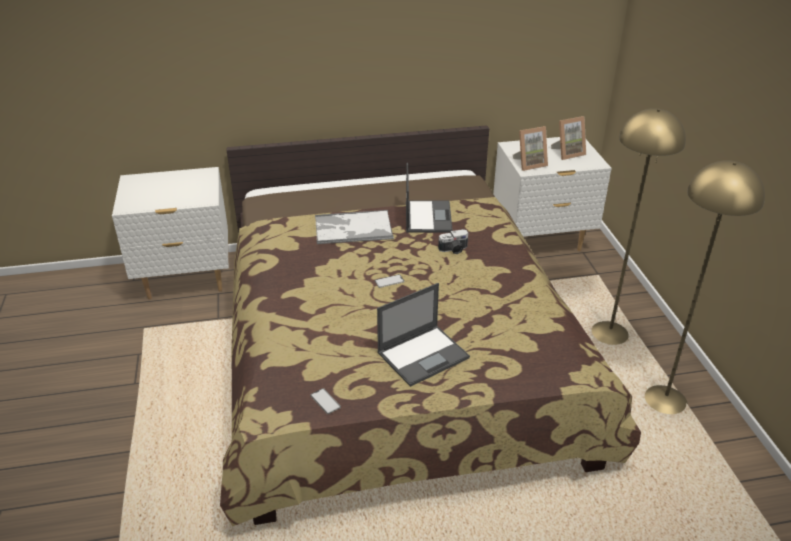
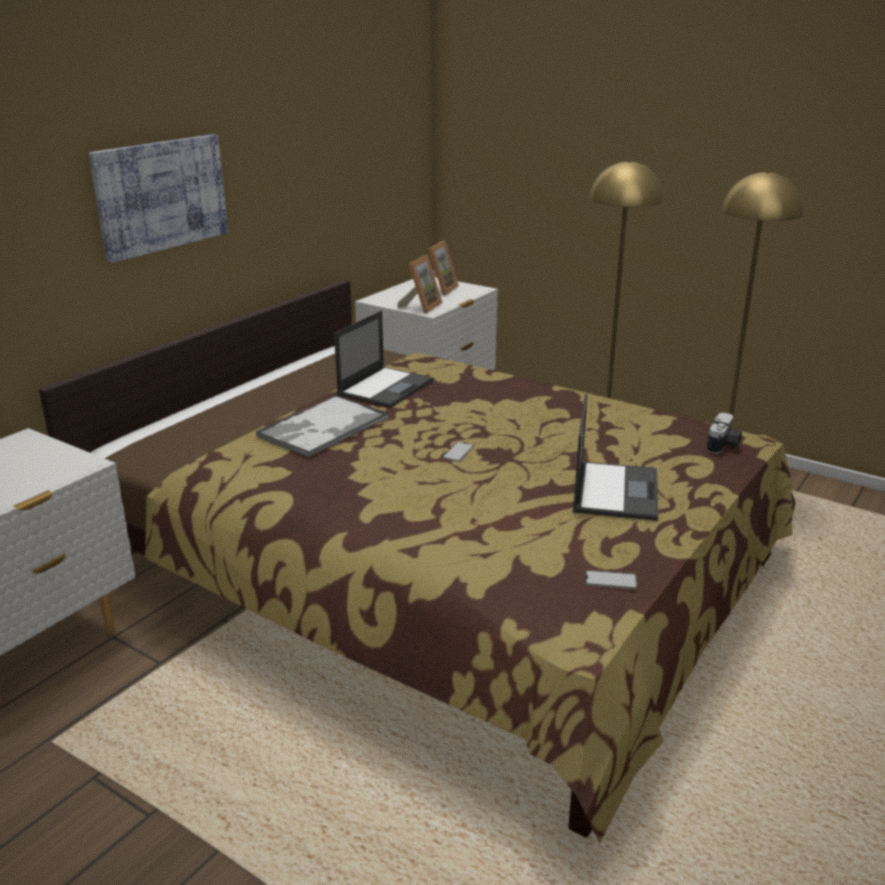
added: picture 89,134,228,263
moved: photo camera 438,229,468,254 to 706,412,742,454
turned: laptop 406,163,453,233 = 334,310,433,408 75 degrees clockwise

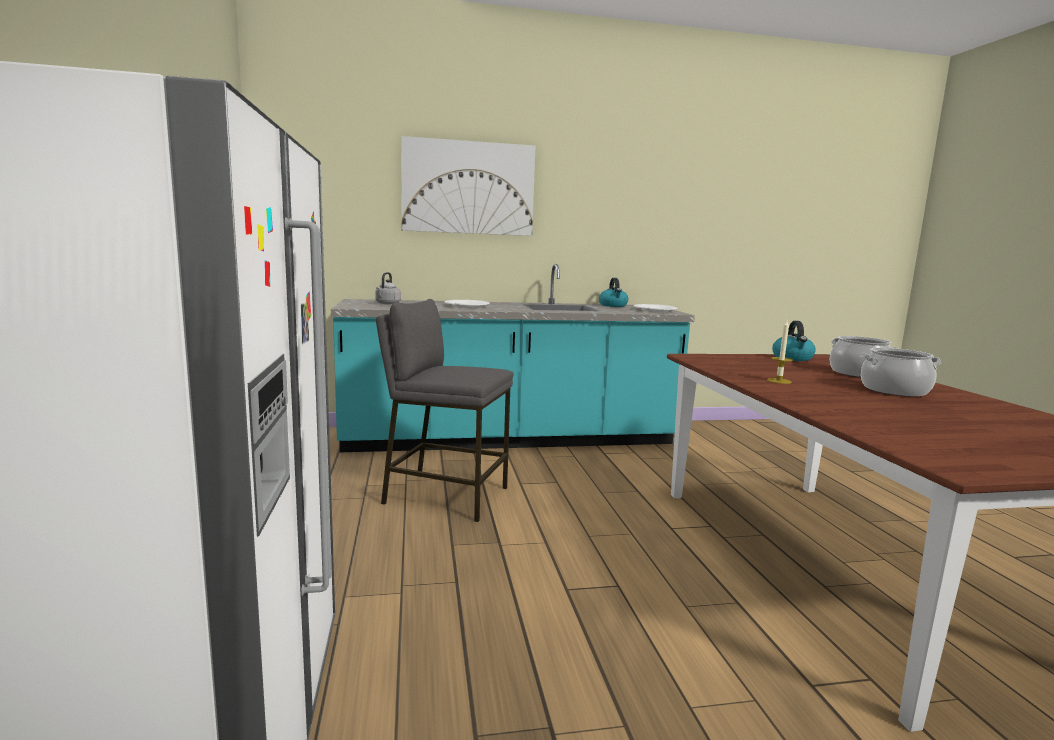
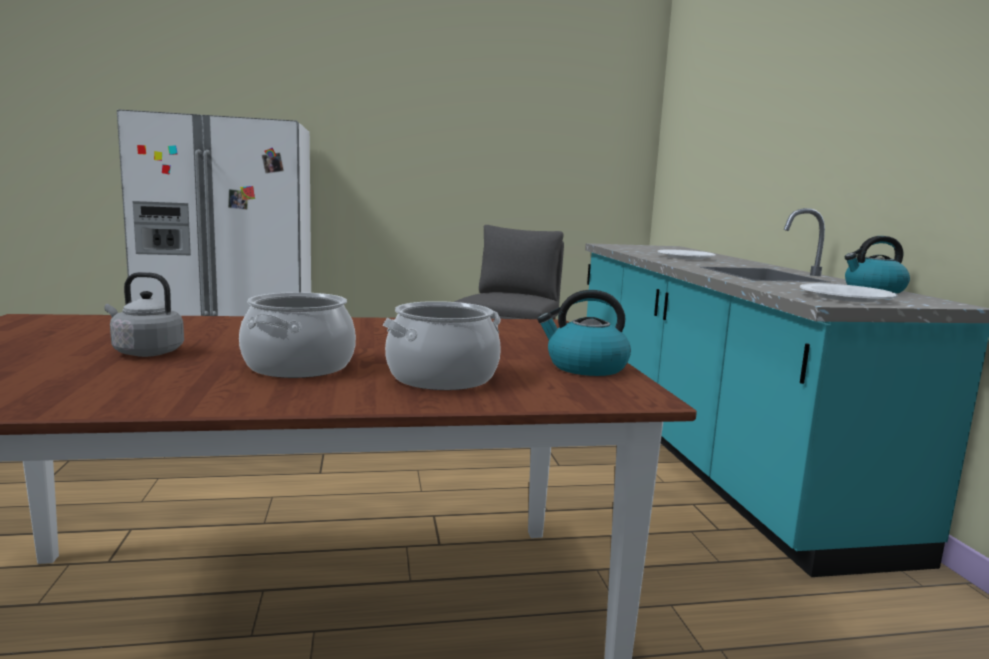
removed: picture 401,136,536,236; candle 767,320,793,384
moved: greyish kettle 375,272,401,304 to 104,272,184,357

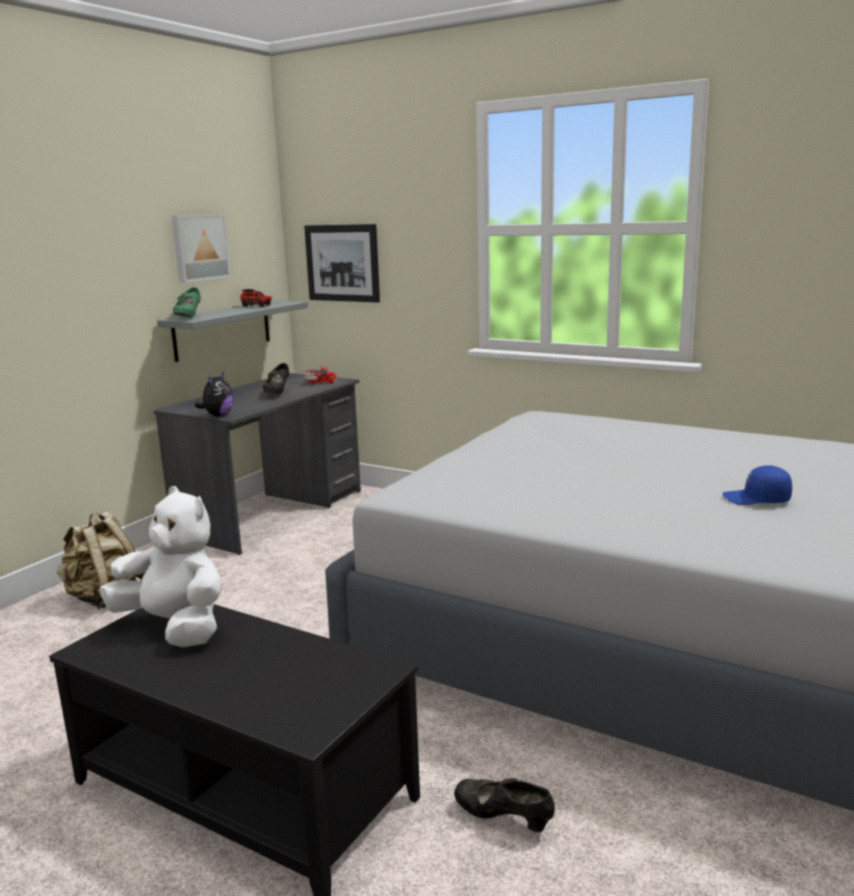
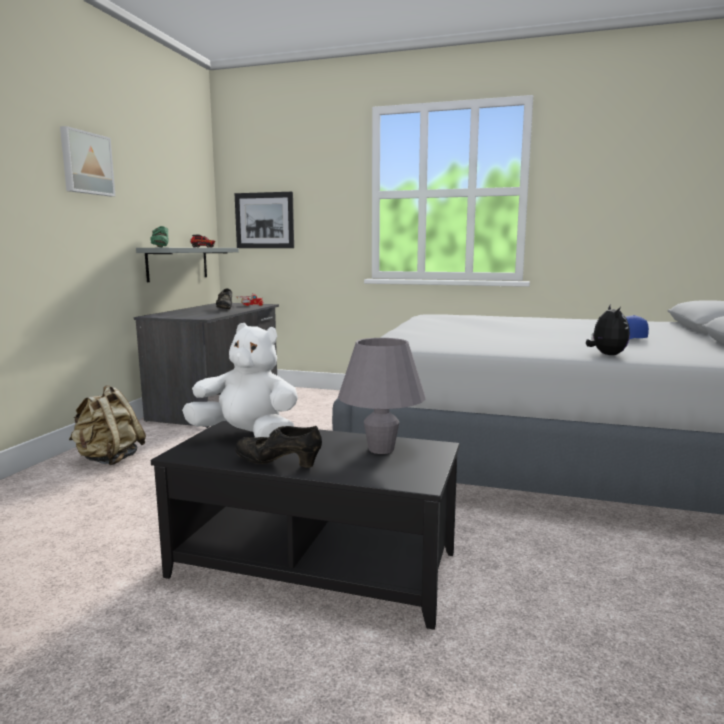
added: greyish tabletop lamp 338,338,426,454
moved: picture 172,214,231,283 to 60,126,115,196; soft toy 195,372,234,416 to 586,305,630,355; black-coloured item of footwear 454,778,555,832 to 235,426,322,468

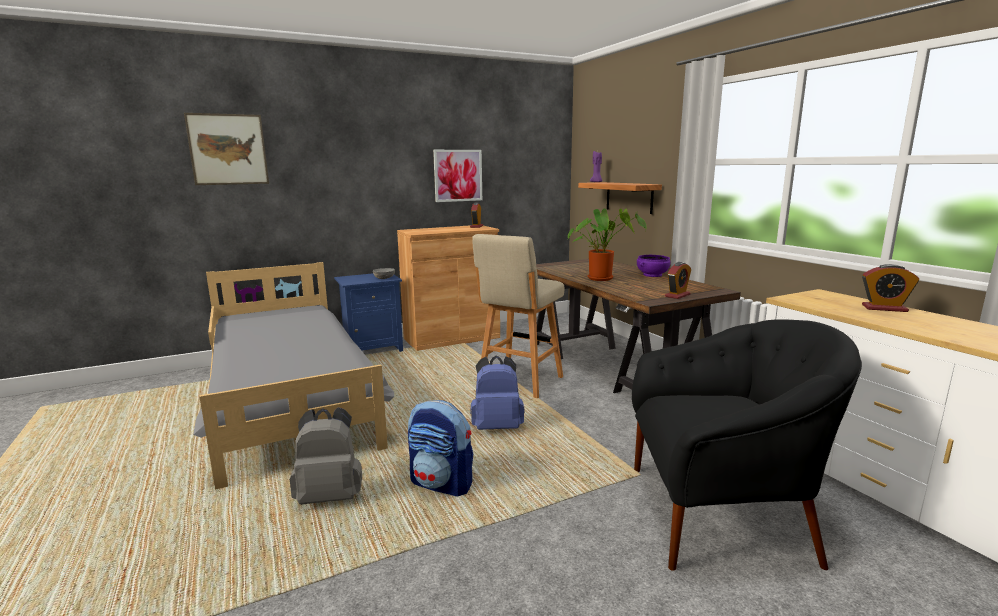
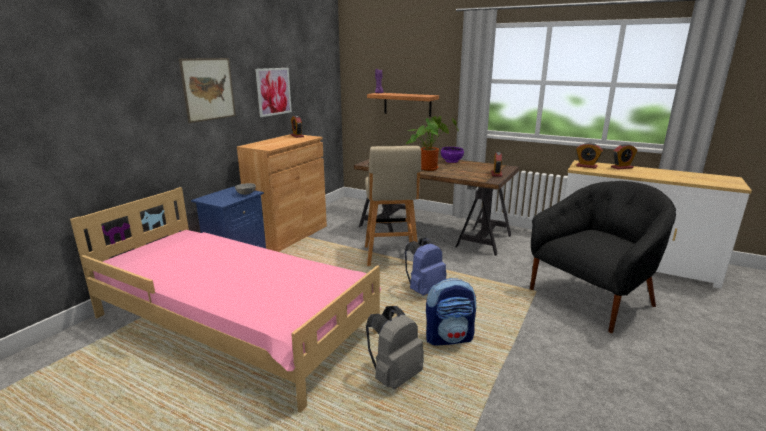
added: table clock 576,143,603,169
moved: picture 184,113,269,185 to 179,58,236,123
recoloured: greyish bedroom bed 193,262,394,490 to pinkish bedroom bed 70,187,381,413

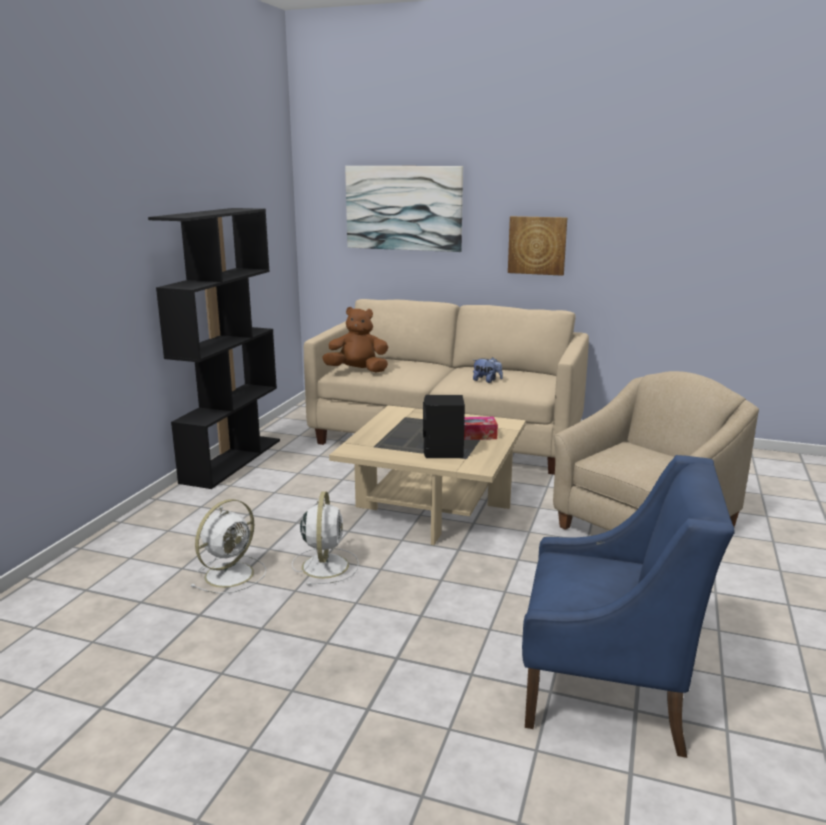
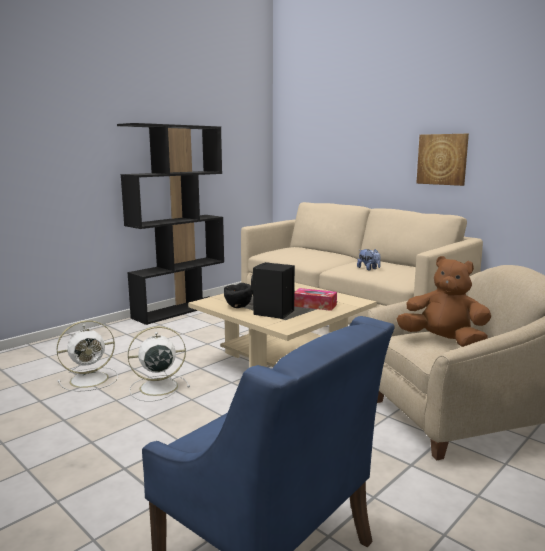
removed: picture 345,166,463,252
added: black-coloured deep dish 224,283,252,308
moved: brownish soft toy 322,307,388,373 to 397,256,491,347
turned: white-coloured cooling fan 292,491,359,585 = 128,326,190,402 135 degrees counterclockwise

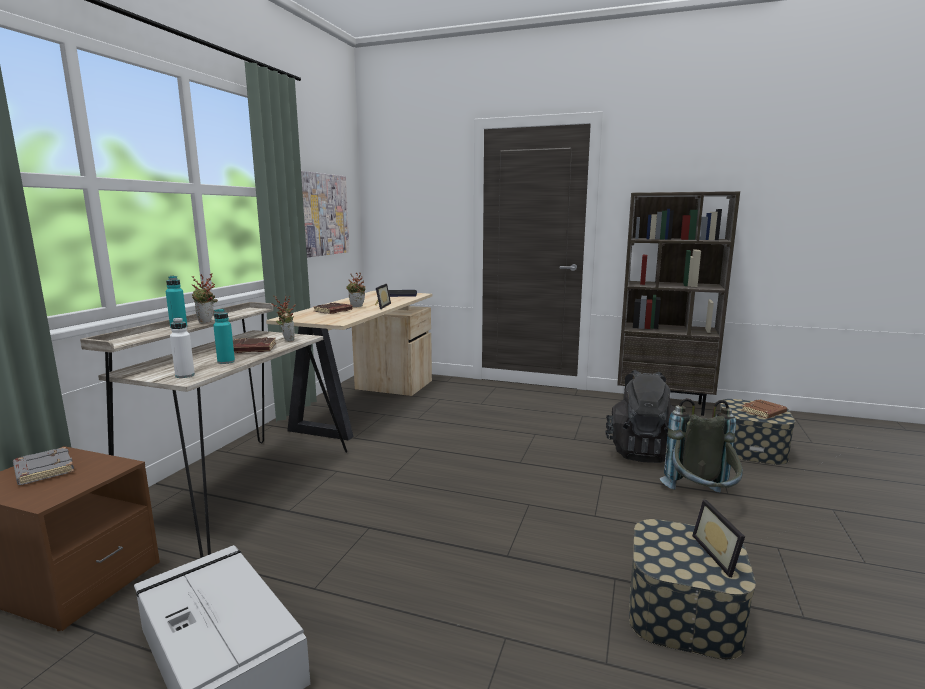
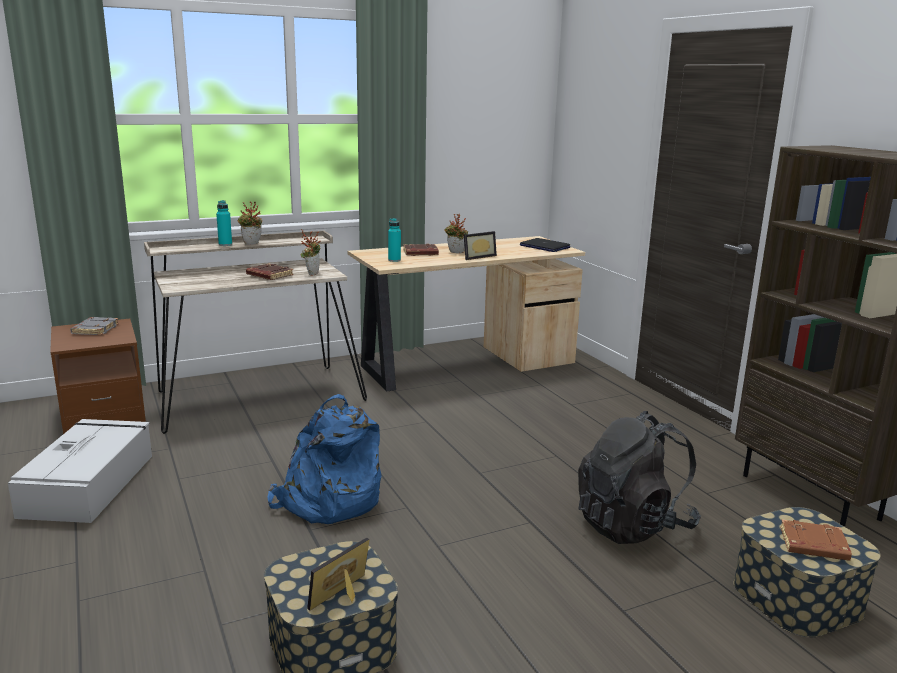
removed: white-coloured beverage bottle 170,317,195,378; picture 301,171,350,258; greyish rucksack 660,398,743,493
added: blue-coloured rucksack 268,394,382,524
moved: turquoise beverage bottle 213,308,235,364 to 388,218,401,262

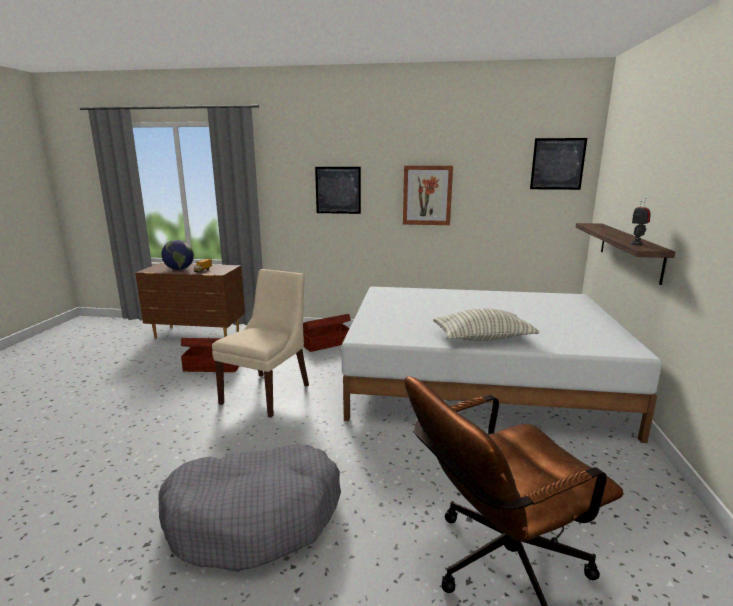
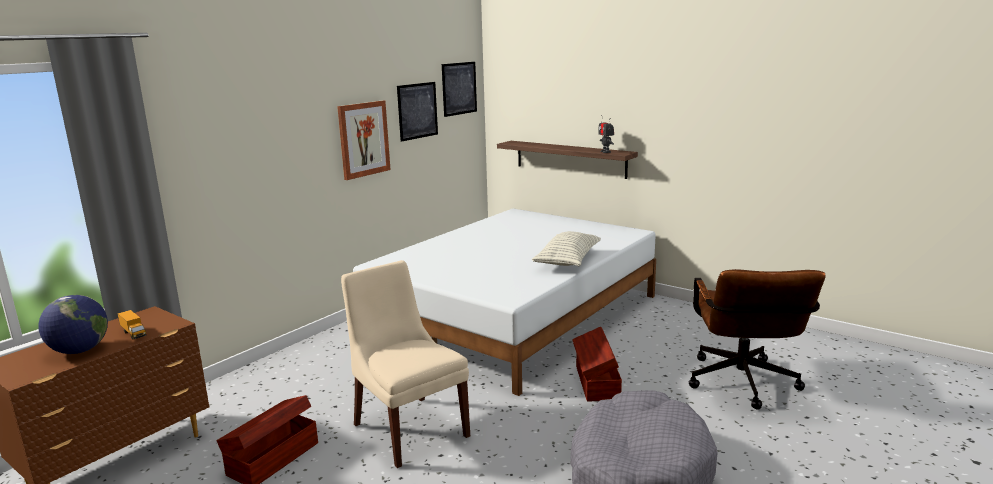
moved: brownish storage box 303,314,351,352 to 572,327,622,401; picture 315,167,361,214 to 397,82,438,142

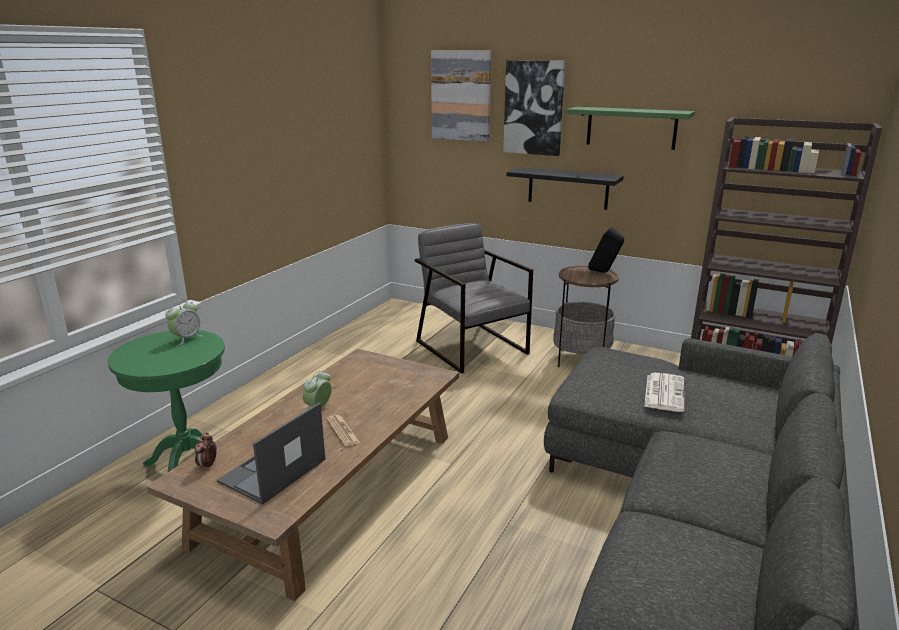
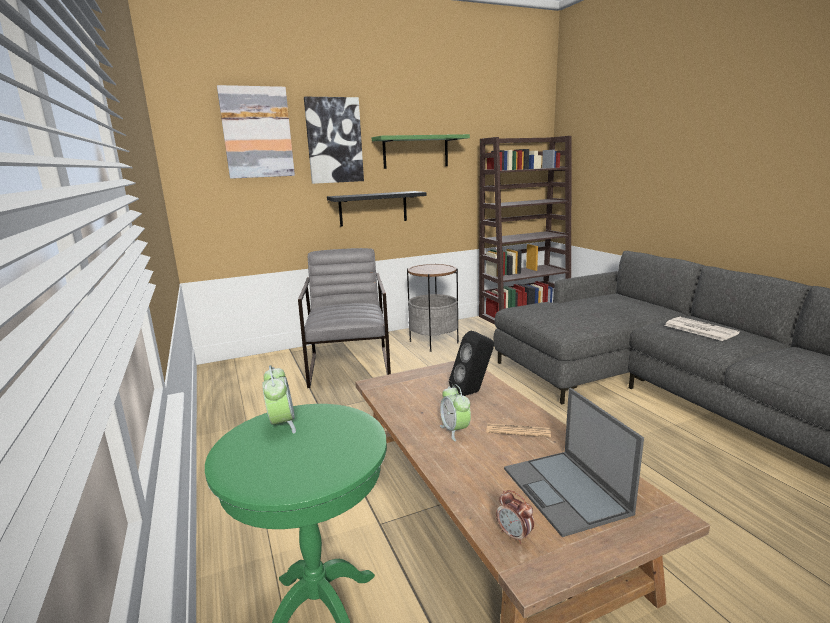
moved: black-coloured loudspeaker 588,227,624,273 to 449,331,494,396; printed paper 644,373,684,412 to 665,317,740,341
turned: greyish easy chair 415,223,533,374 = 298,248,391,388 75 degrees clockwise

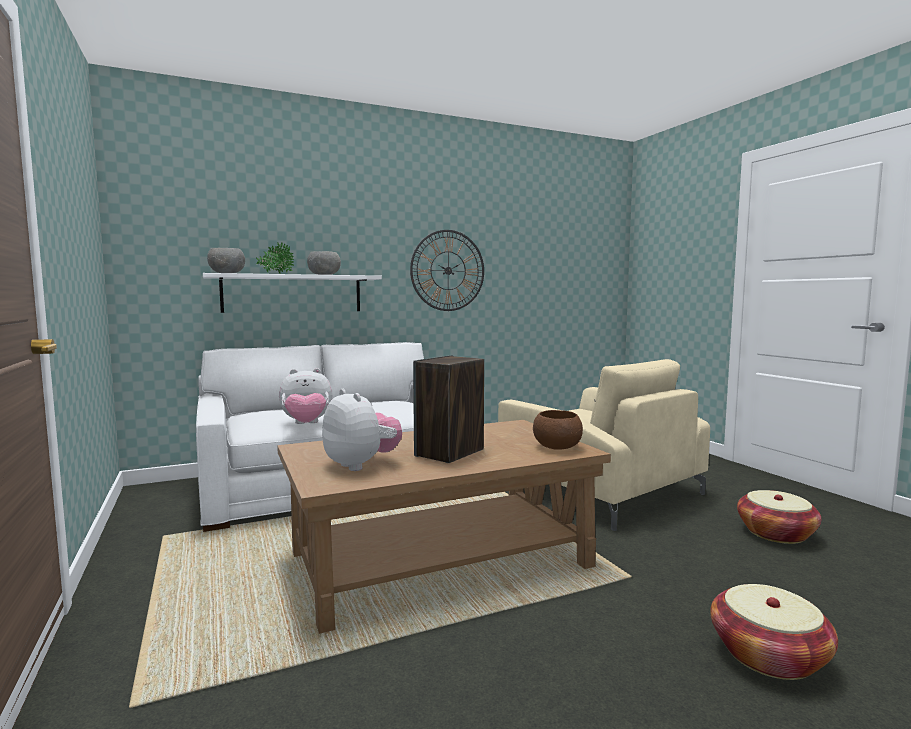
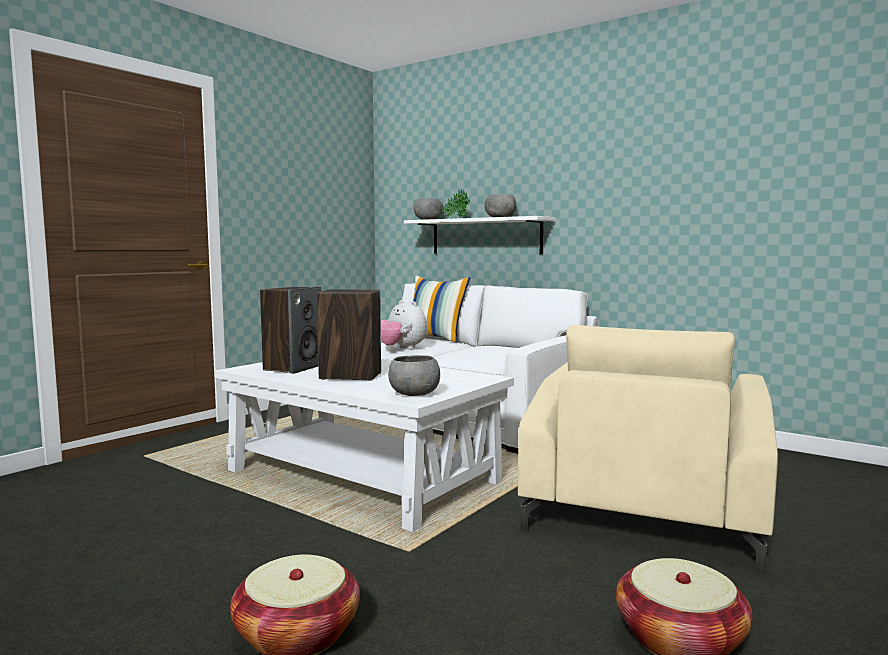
removed: hanging clock 410,230,484,311
added: pillow 413,276,470,343
replaced: soft toy 322,389,402,471 to loudspeaker 260,287,322,374
recoloured: brownish coffee table 277,420,611,634 to white-coloured coffee table 215,360,514,532; brownish deep dish 533,410,583,450 to greyish deep dish 388,355,440,396

